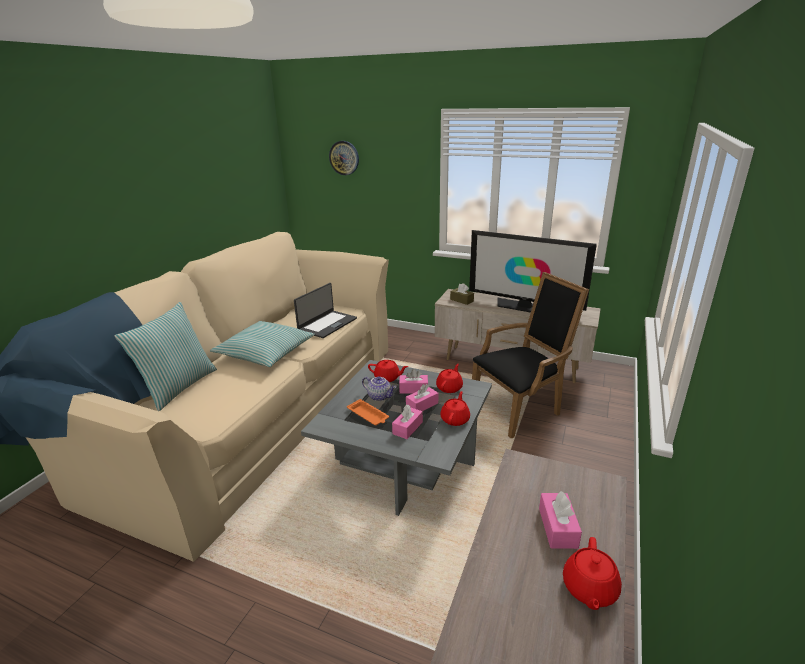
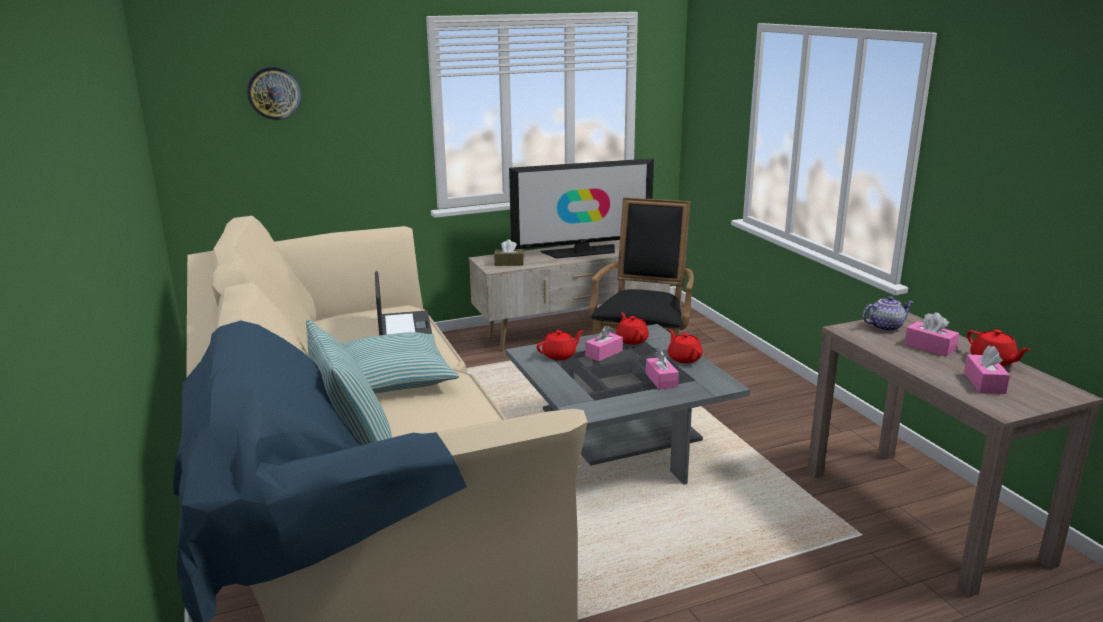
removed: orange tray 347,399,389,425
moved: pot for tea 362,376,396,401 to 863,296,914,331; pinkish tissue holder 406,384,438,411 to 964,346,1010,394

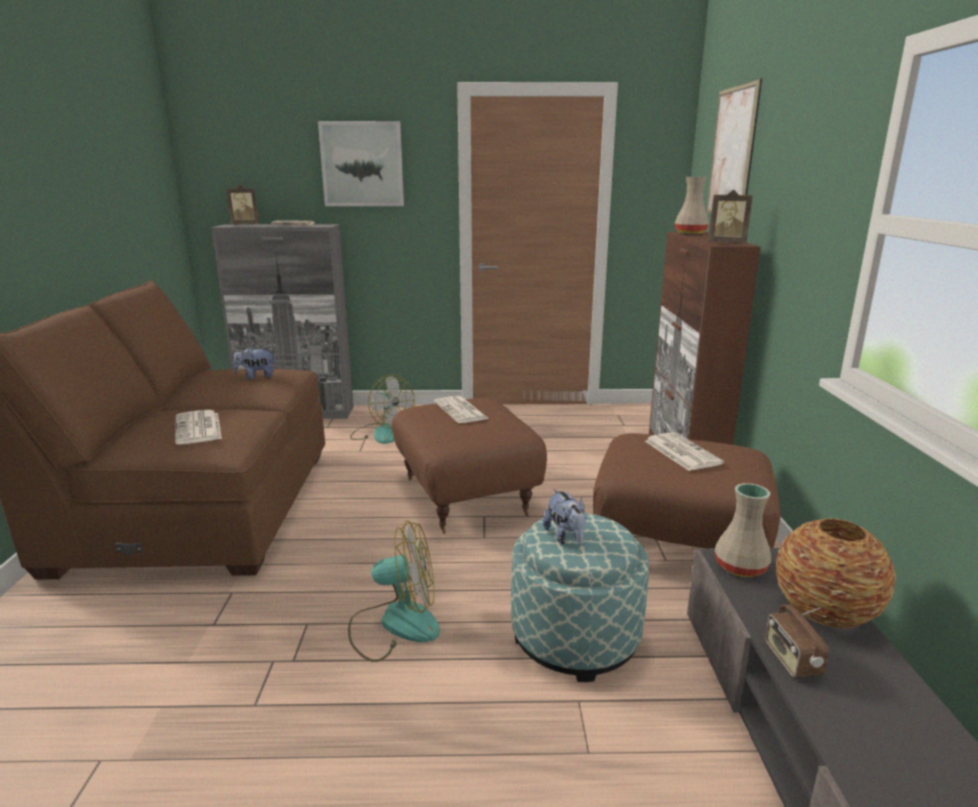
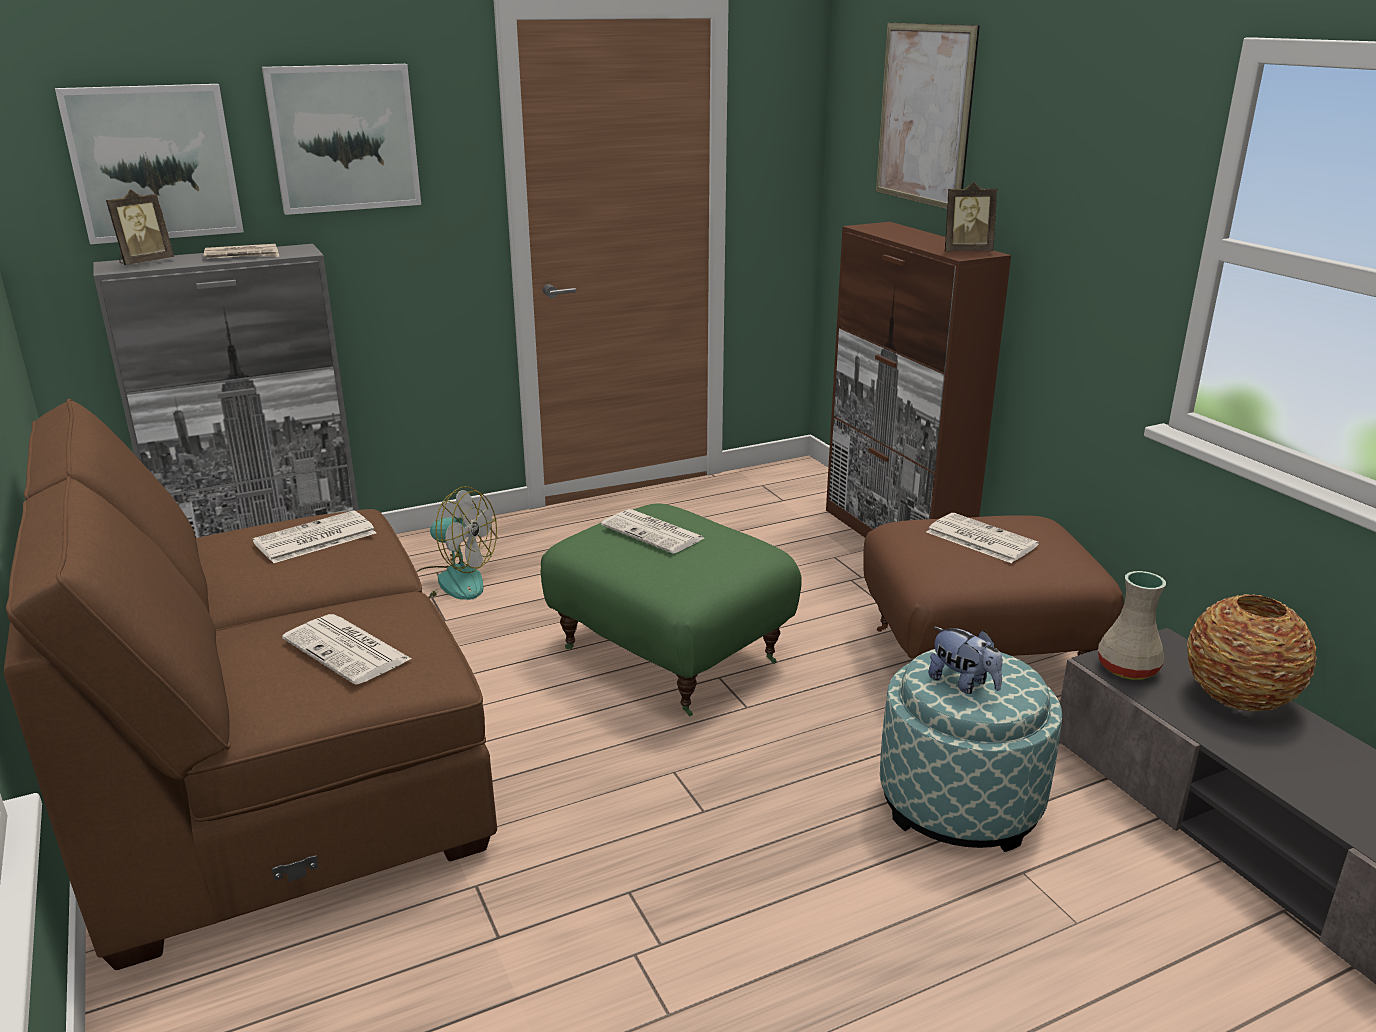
removed: cooling fan 348,520,440,662; sand-coloured flower vase 674,177,709,234; radio 765,604,829,678
added: picture 55,84,244,244
replaced: soft toy 233,346,275,379 to printed paper 252,510,376,563
recoloured: brownish footrest 392,398,547,534 to greenish footrest 541,504,802,716

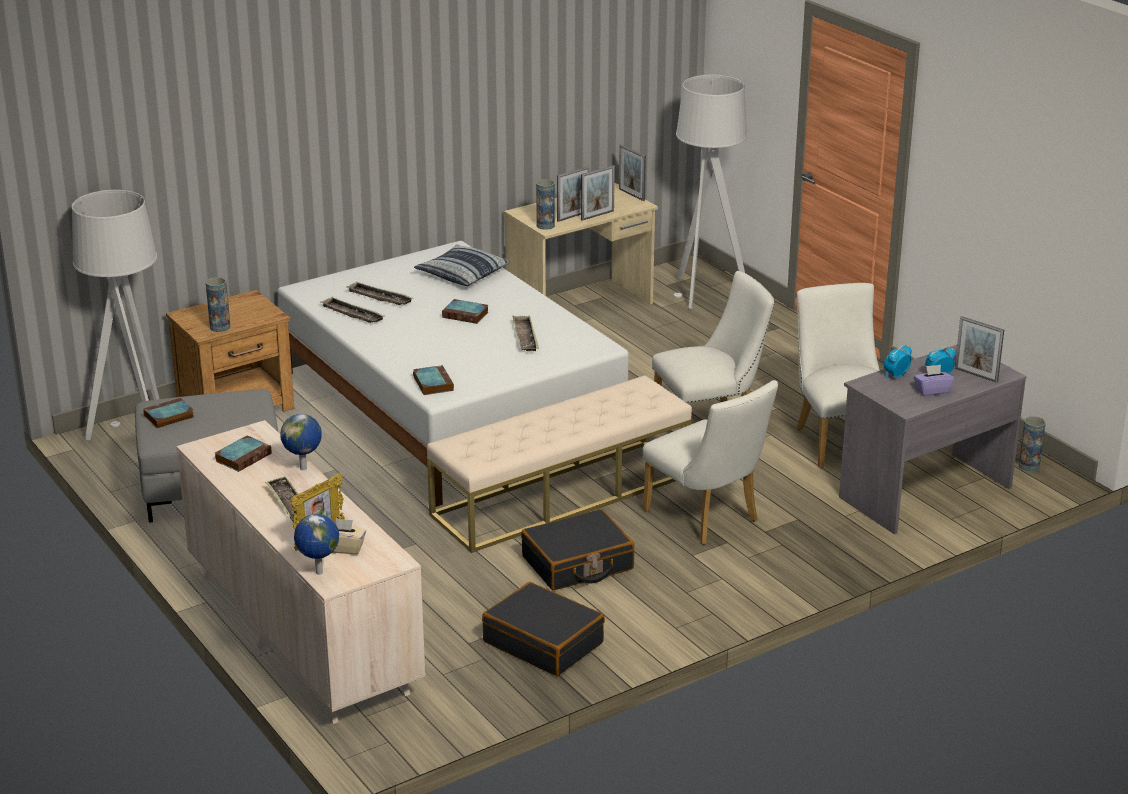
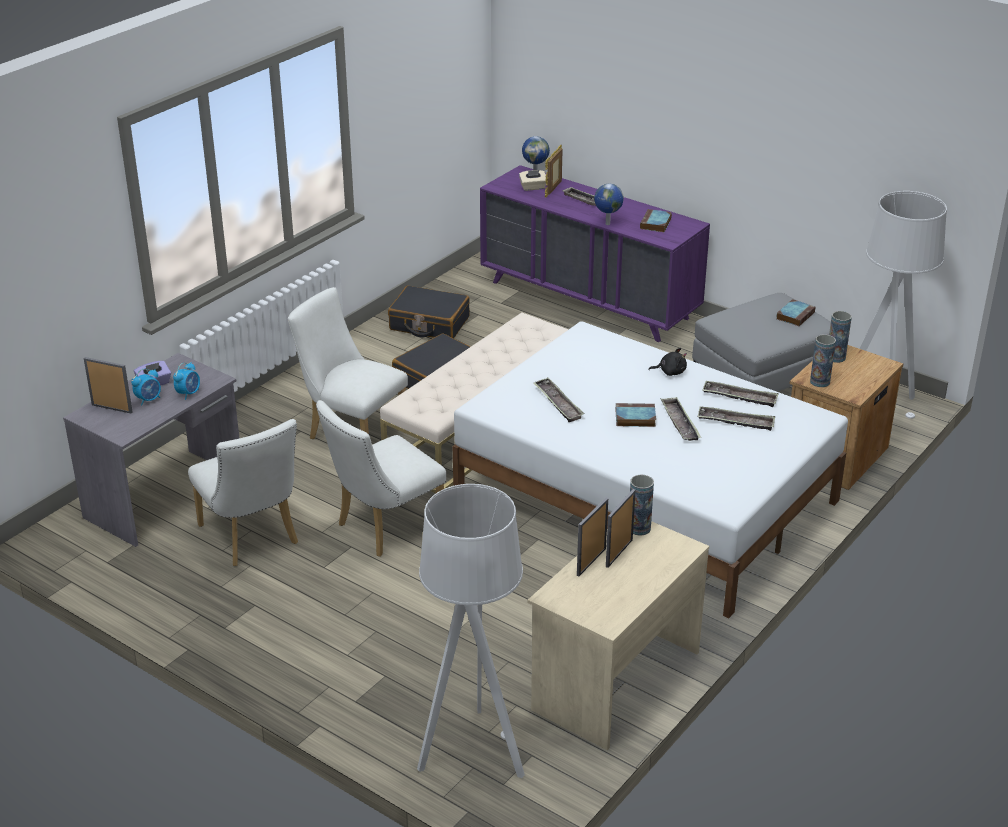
removed: book 413,365,454,395; pillow 414,245,510,286; standing frame 619,144,646,201
added: black-coloured soft toy 648,348,687,376; tray 661,397,701,441
moved: flower vase 1019,416,1046,472 to 810,334,836,387
recoloured: sand-coloured dresser 176,420,425,724 to purplish dresser 480,165,710,342

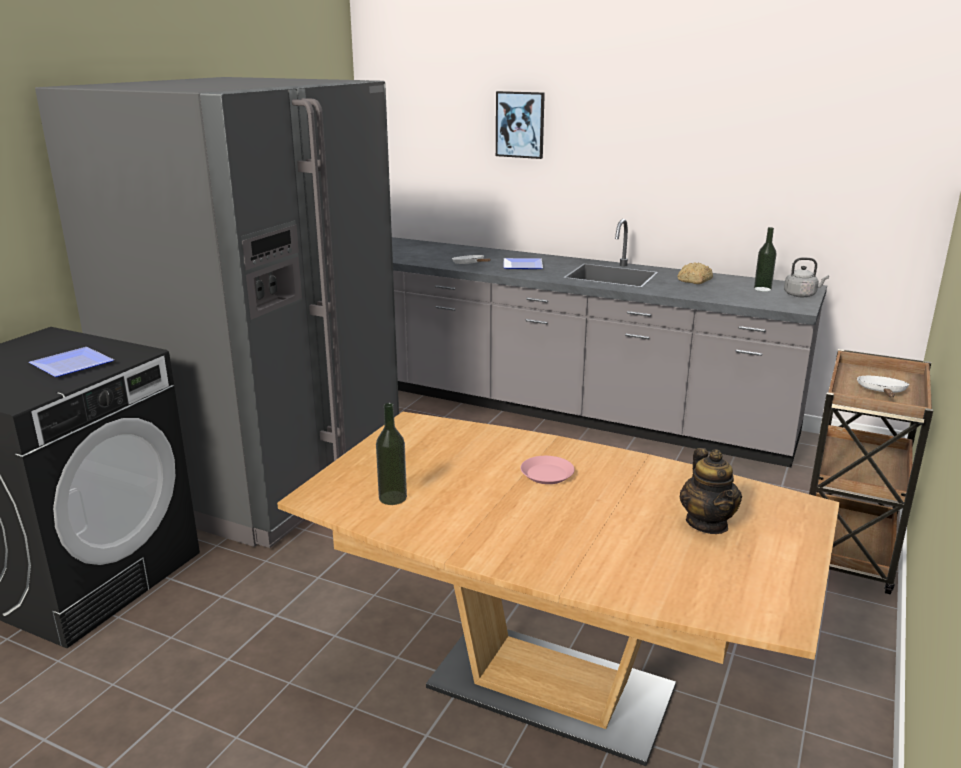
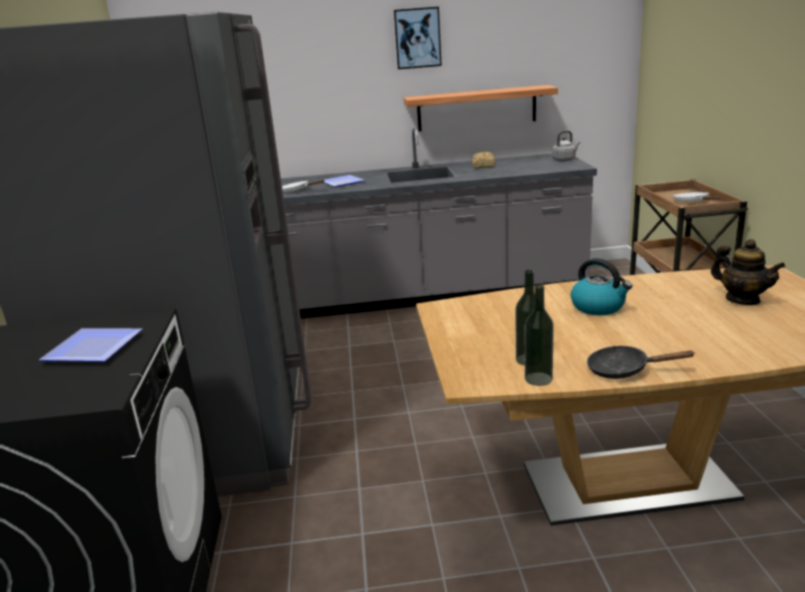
added: shelf 404,85,558,131; black-coloured pan 587,346,695,379
moved: picture 496,91,545,159 to 394,7,442,69; beverage bottle 754,227,777,292 to 525,284,554,386
replaced: pinkish plate 520,456,575,484 to kettle 571,258,632,315

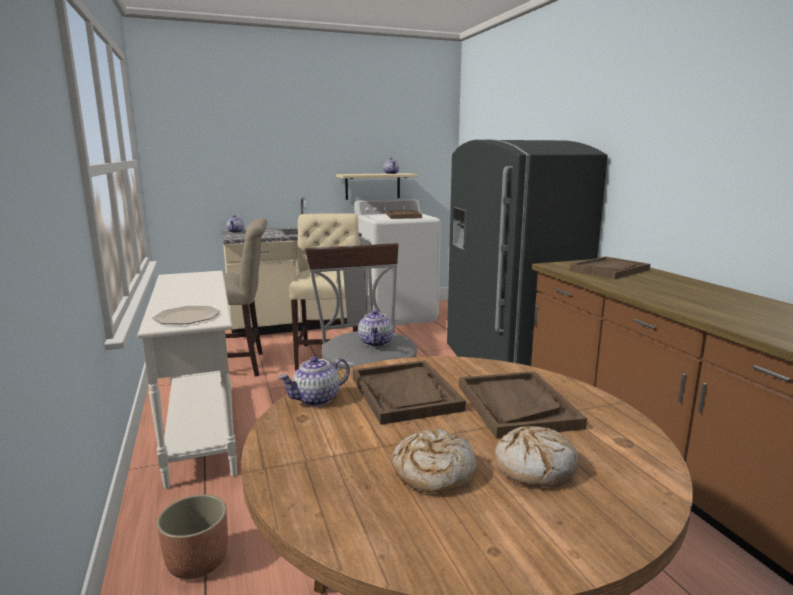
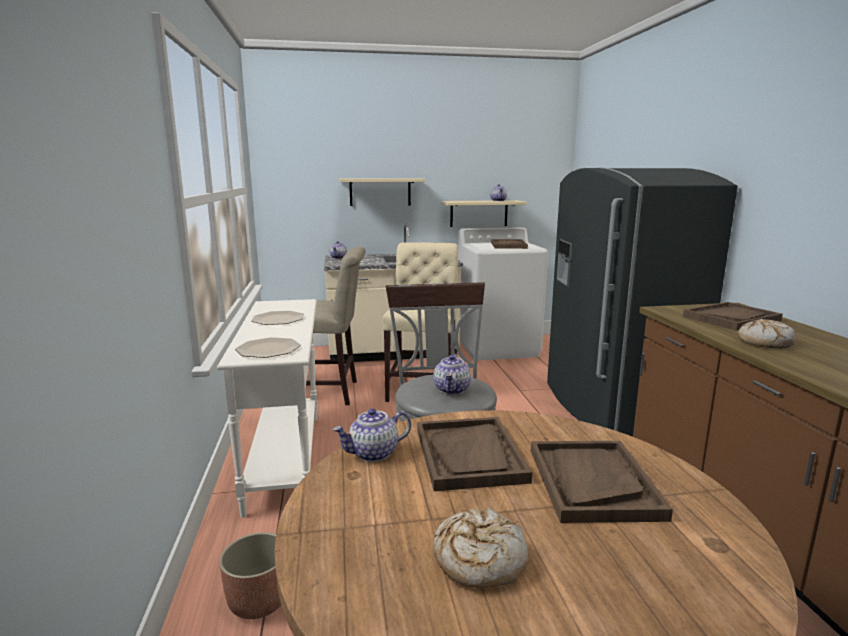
added: plate 251,311,304,325; sand-coloured shelf 339,178,425,206
moved: bread 495,426,578,487 to 738,319,796,348

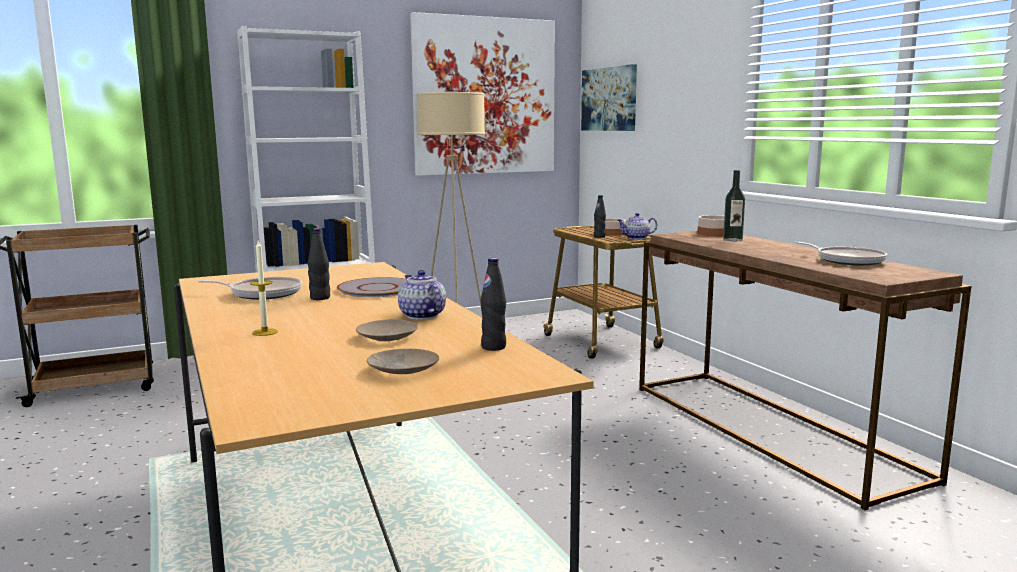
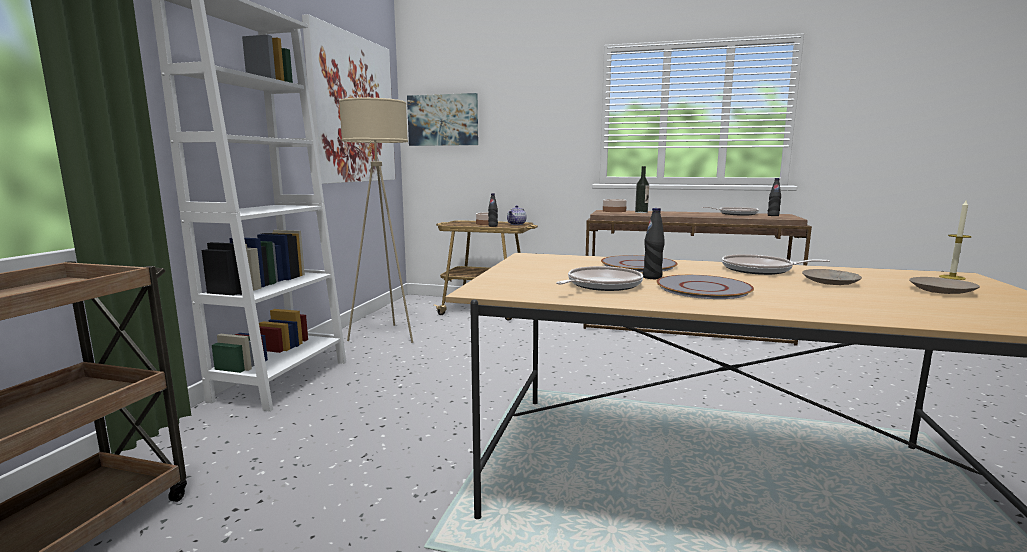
added: greyish plate 656,275,754,299
moved: candle 250,241,278,336 to 939,199,972,280; black-coloured beverage bottle 481,258,506,351 to 768,178,781,216
replaced: pot for tea 398,270,446,320 to pan 722,254,830,275

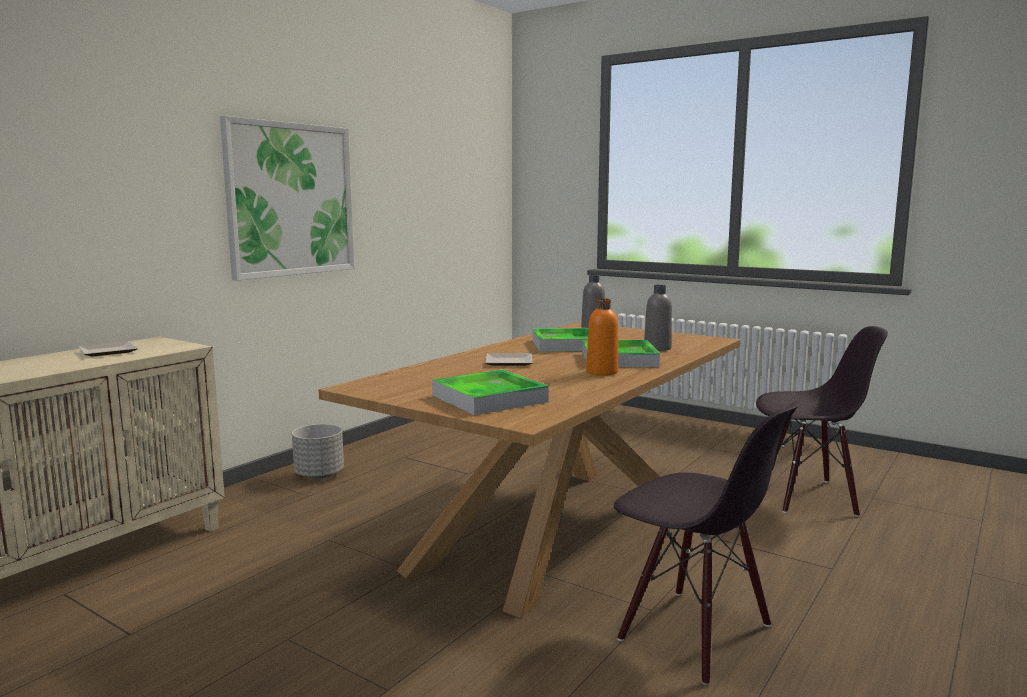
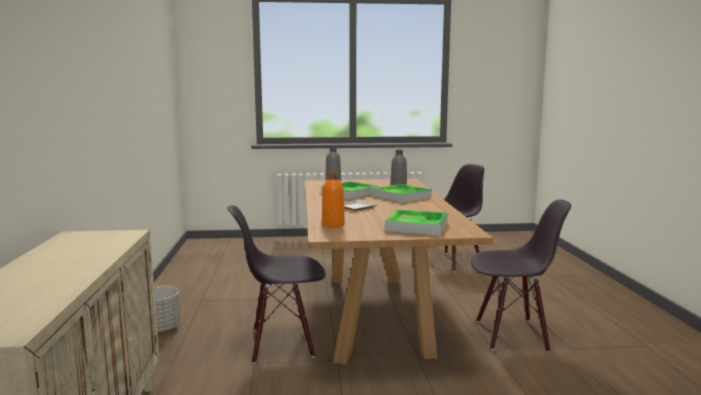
removed: plate 78,341,138,357; picture 220,116,354,280
added: black-coloured upright chair 227,205,326,364
moved: orange beverage bottle 586,298,618,376 to 322,172,345,228

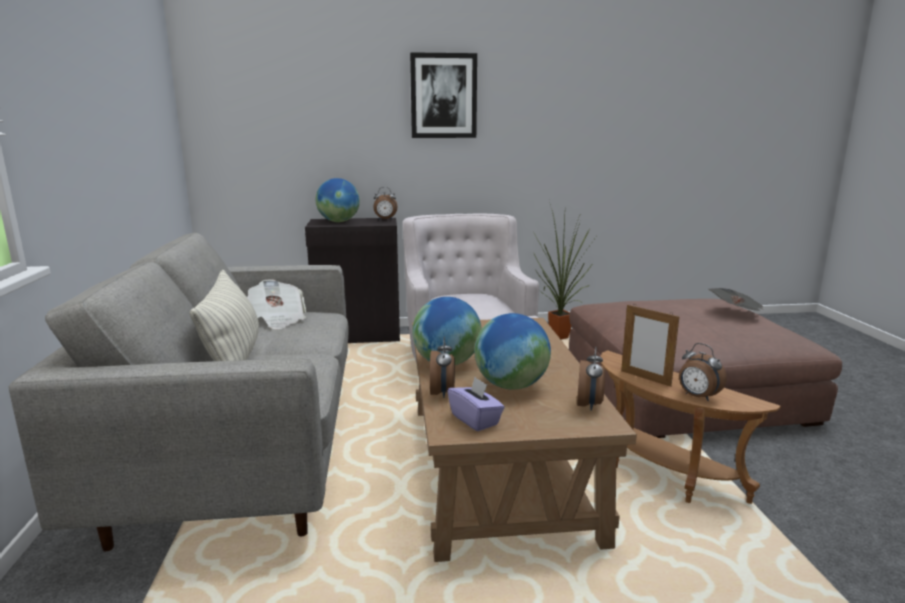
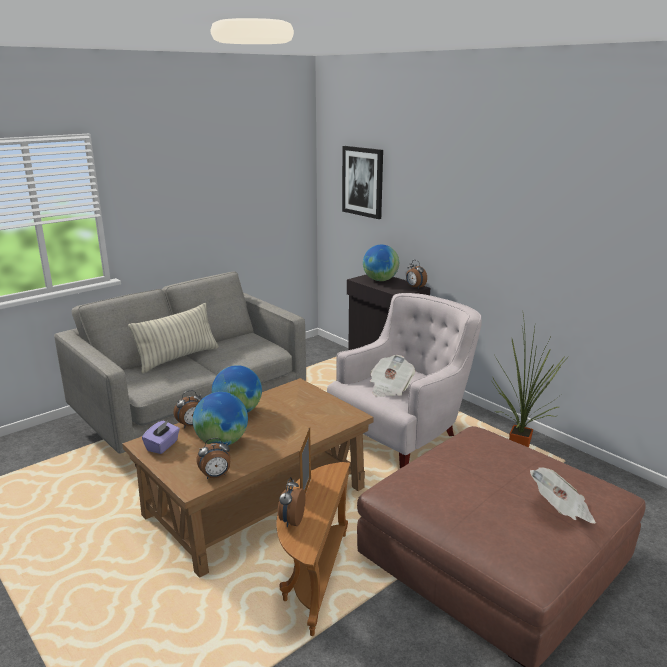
moved: printed paper 247,279,306,330 to 370,355,415,397; picture 410,52,477,138 to 342,146,383,219

